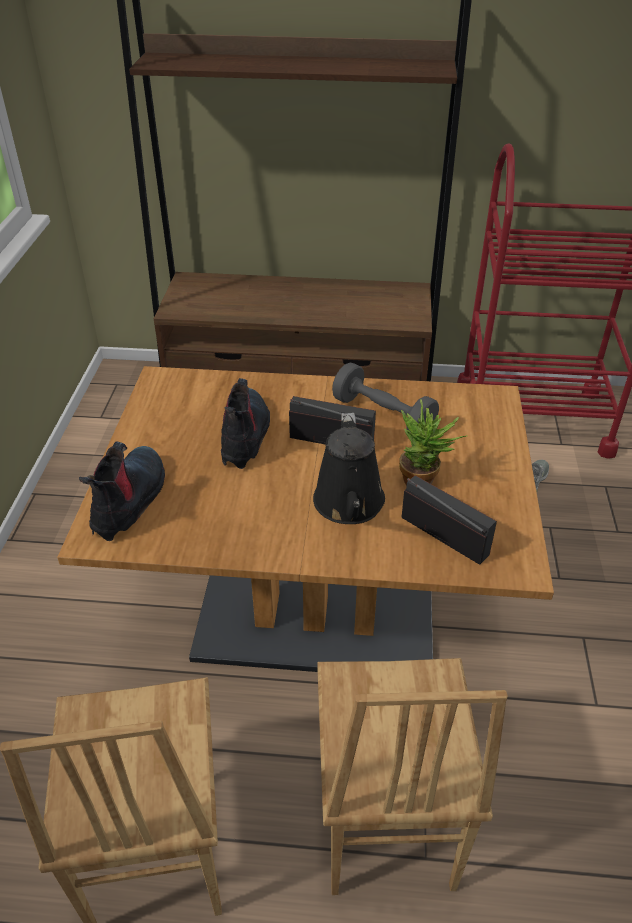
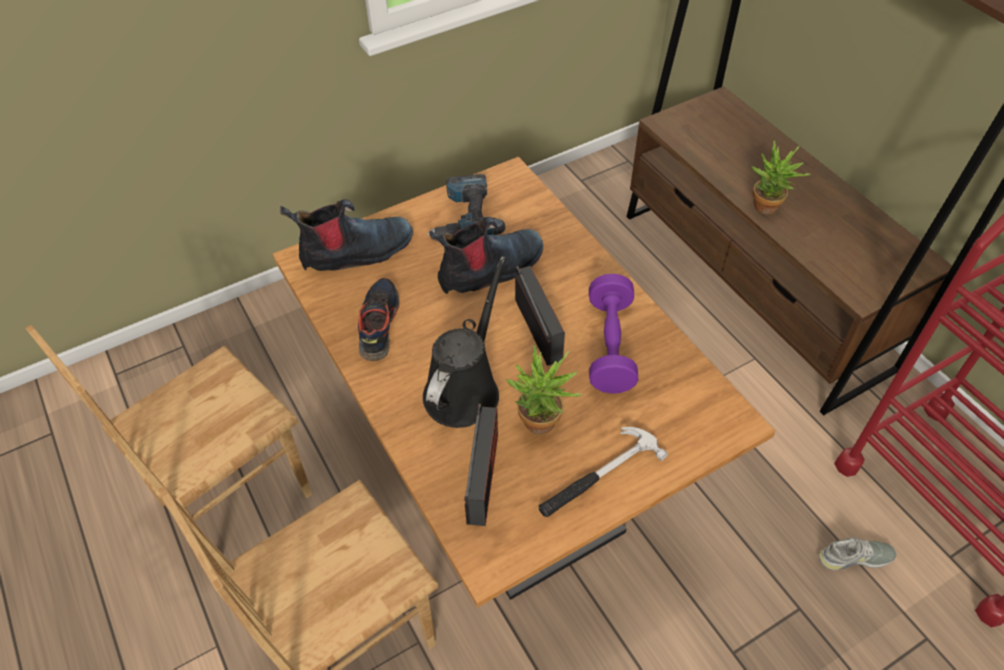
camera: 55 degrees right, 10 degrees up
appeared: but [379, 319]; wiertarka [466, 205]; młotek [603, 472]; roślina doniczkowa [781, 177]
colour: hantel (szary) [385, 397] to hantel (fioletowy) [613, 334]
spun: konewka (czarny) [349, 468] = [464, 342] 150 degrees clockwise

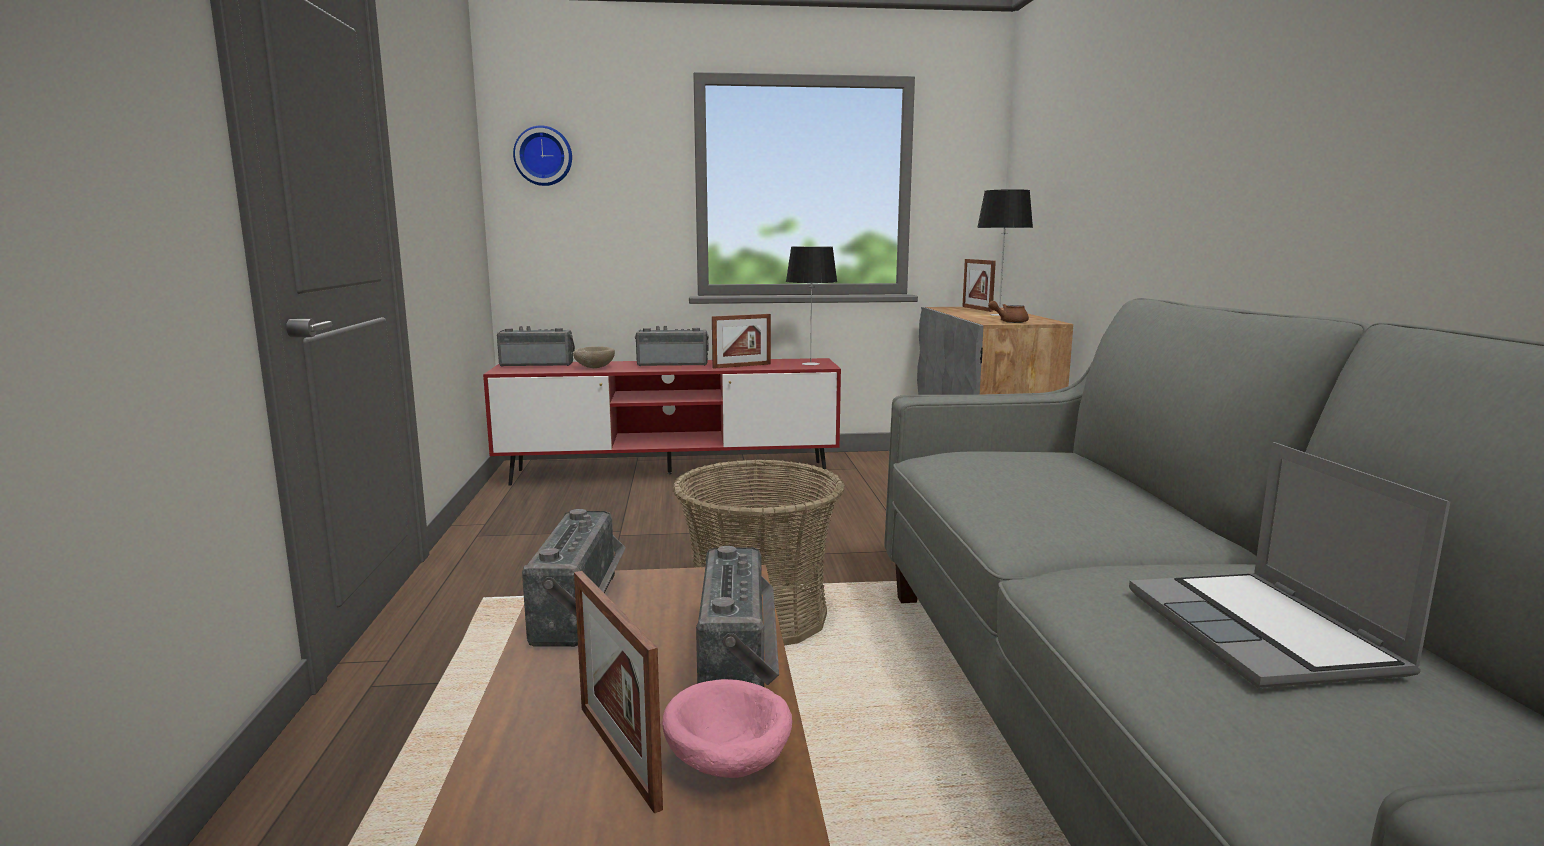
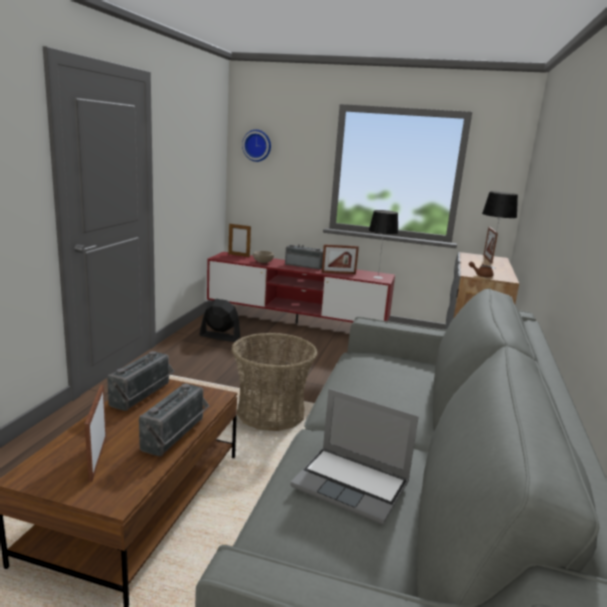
camera: 20 degrees right, 5 degrees up
missing: miska (różowy) [727, 728]
appeared: wentylator (czarny) [219, 320]
exchanged: radio [536, 346] to ramka na zdjęcie [239, 240]
spun: laptop [1289, 565] = [354, 456] 75 degrees counterclockwise

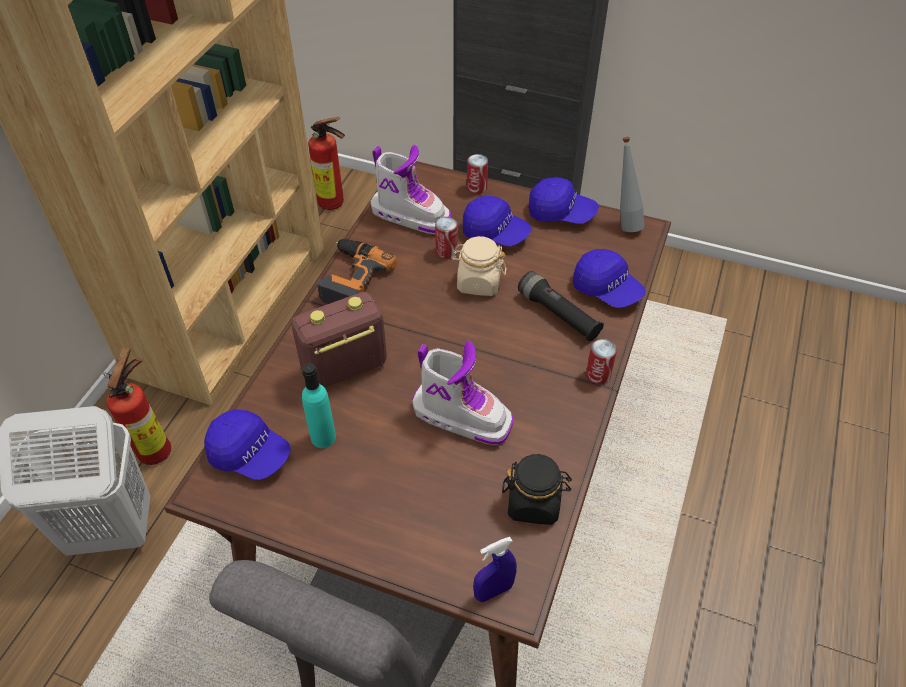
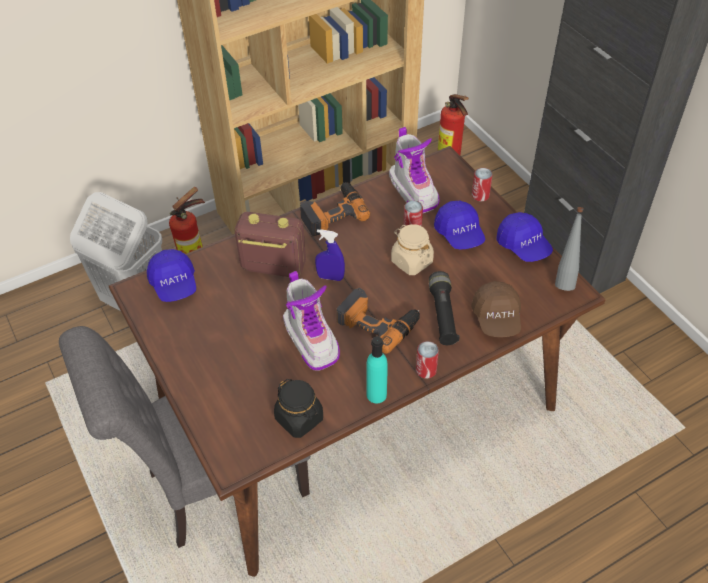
camera: 40 degrees right, 0 degrees up
appeared: wiertarka [378, 321]
relocated: butelka (turkusowy) [319, 405] to [377, 370]; spryskiwacz (niebieski) [495, 569] to [330, 255]
colour: czapka z daszkiem (niebieski) [609, 278] to czapka z daszkiem (brązowy) [496, 309]

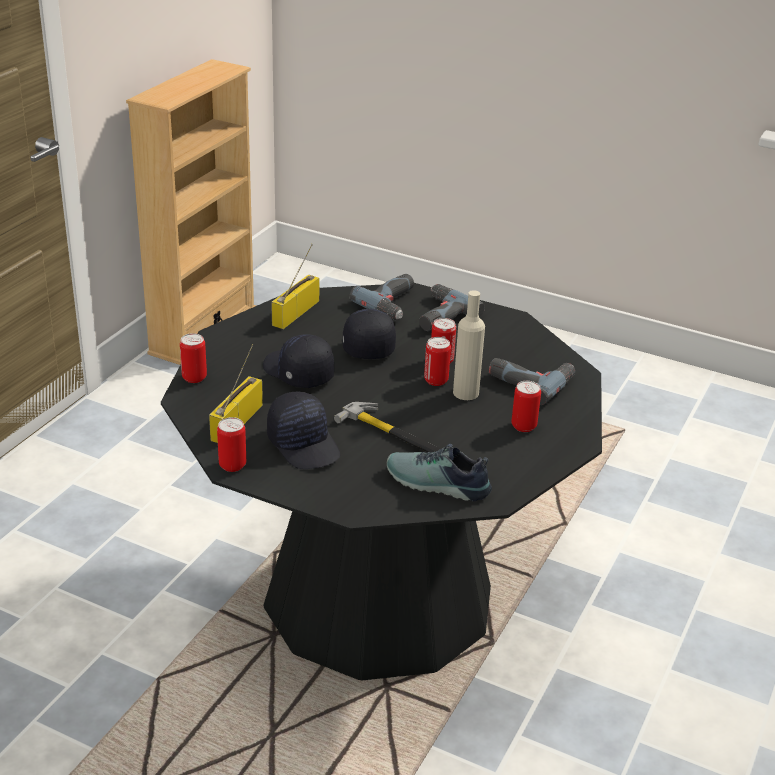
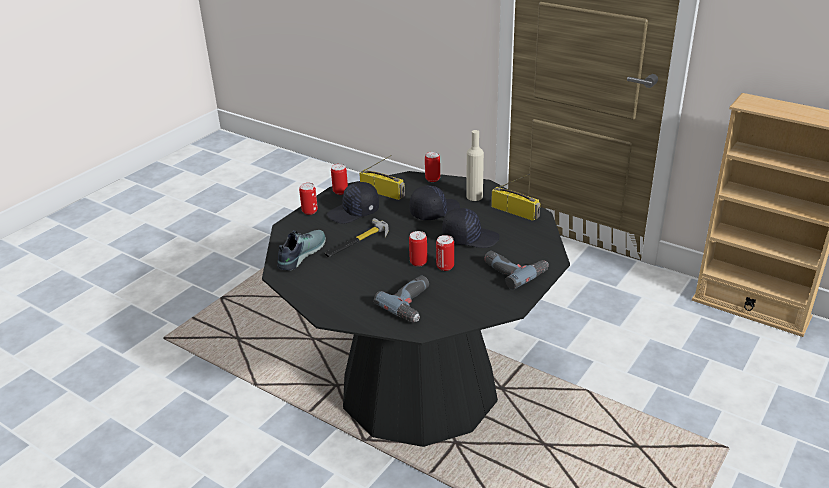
camera: 100 degrees right, 0 degrees up
missing: wiertarka [381, 297]
relocated: butelka (beżowy) [469, 345] to [475, 165]; puszka [526, 406] to [308, 199]

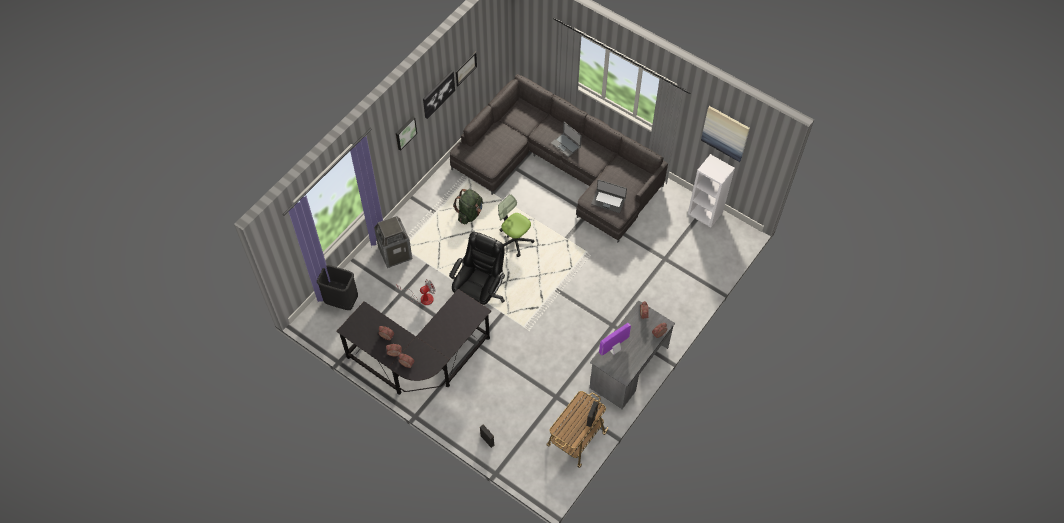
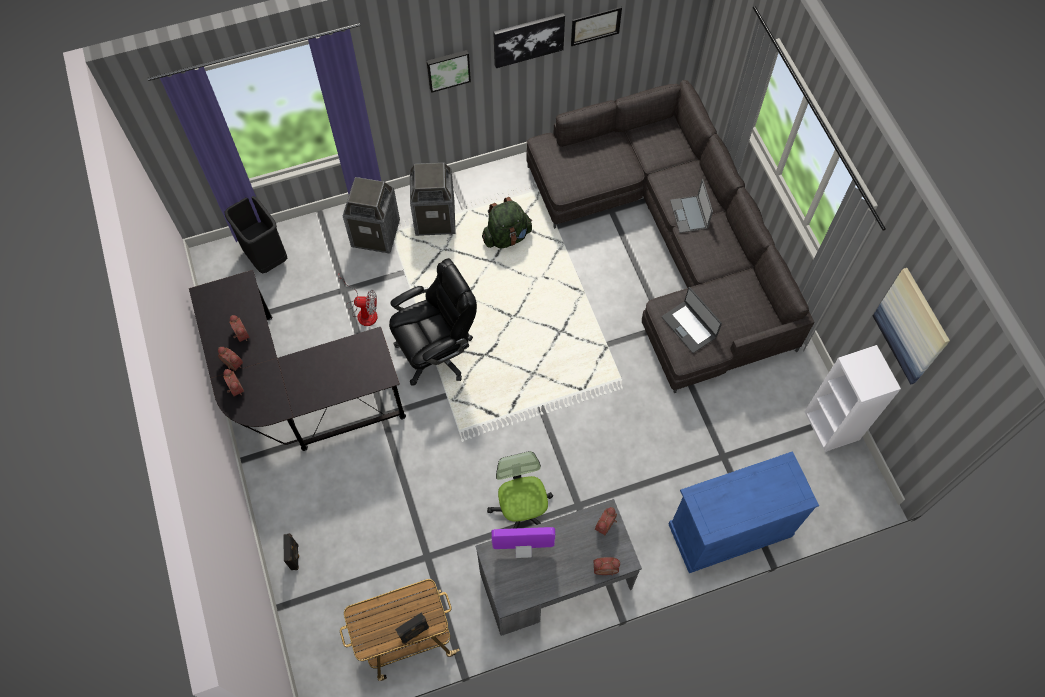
camera: 35 degrees right, 5 degrees up
appeared: kosz na śmieci [433, 199]; szafka (niebieski) [744, 512]
relocated: krzesło biurowe [516, 225] to [520, 490]

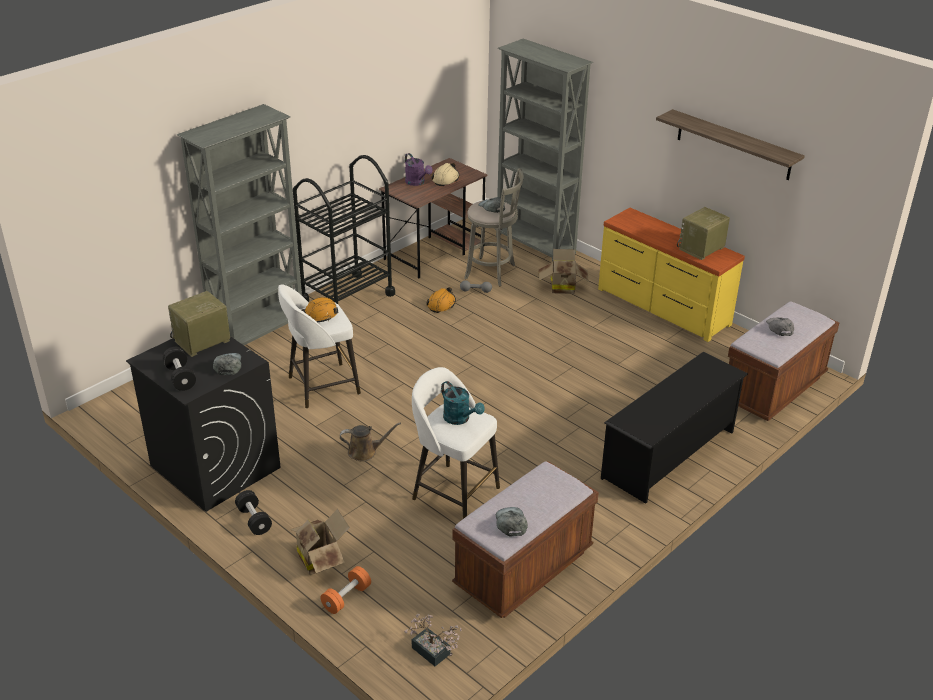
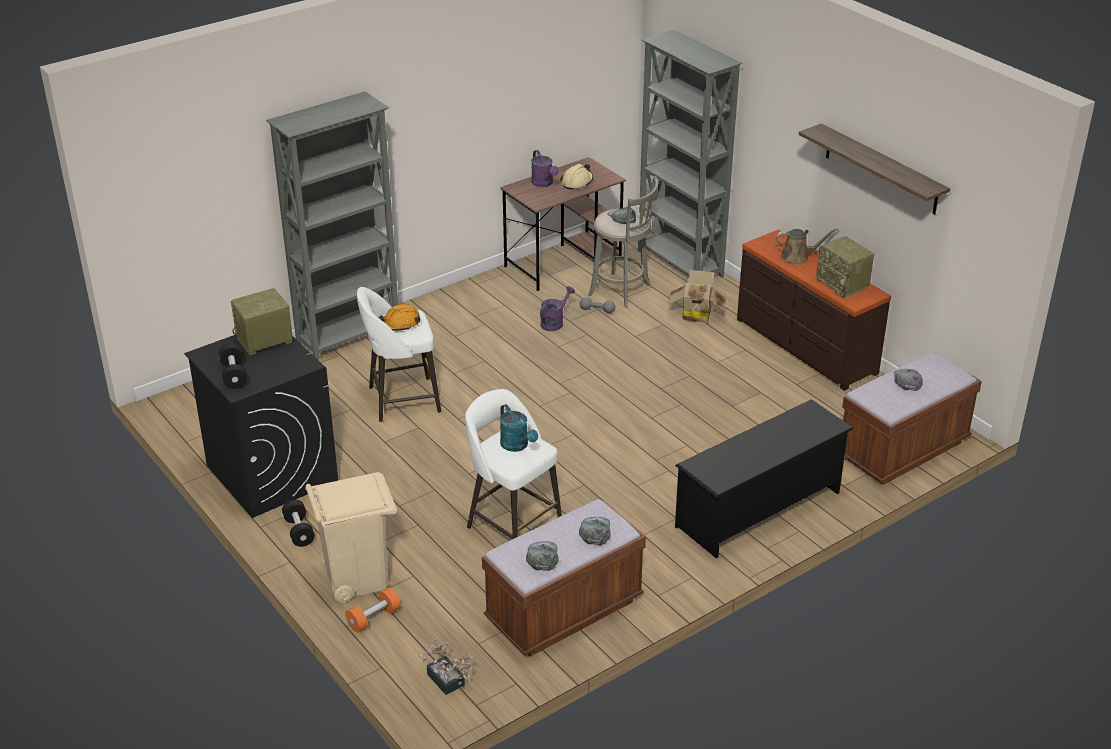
camera: 10 degrees right, 0 degrees up
missing: wózek (czarny) [344, 229]
relocated: czapka z daszkiem (szary) [227, 364] to [595, 531]; konewka (brązowy) [370, 442] to [807, 247]
exchanged: karton [320, 542] to kosz na śmieci (beżowy) [351, 537]; kask (pomarańczowy) [441, 300] to konewka (fioletowy) [557, 308]
colour: komoda (żółty) [671, 275] to komoda (brązowy) [814, 310]
spun: radio [703, 233] = [845, 267] 90 degrees counterclockwise

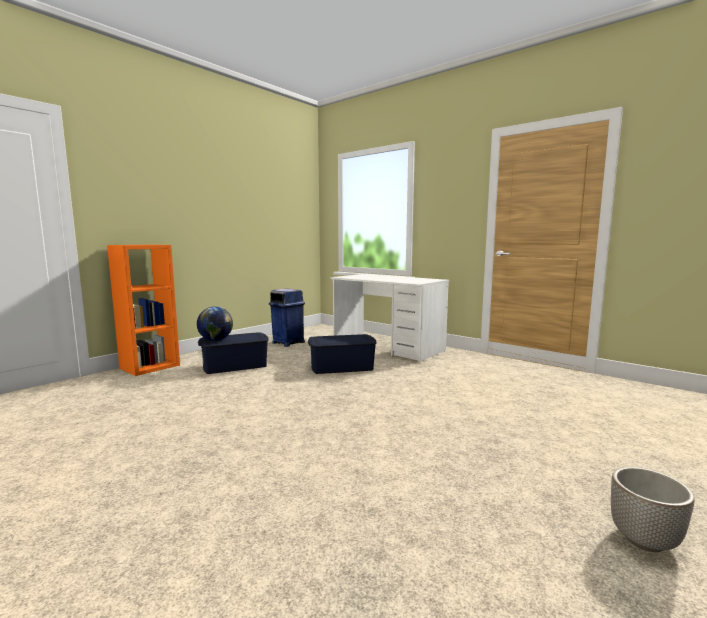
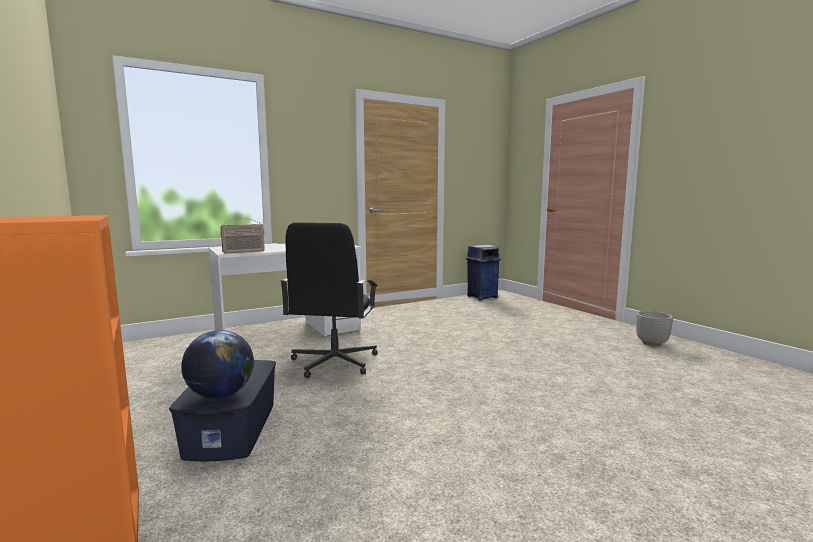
camera: 70 degrees left, 0 degrees up
appeared: radio [242, 236]
relocated: kosz na śmieci (niebieski) [287, 318] to [483, 273]
exchanged: pojemnik do przechowywania (niebieski) [342, 354] to krzesło biurowe (czarny) [329, 300]

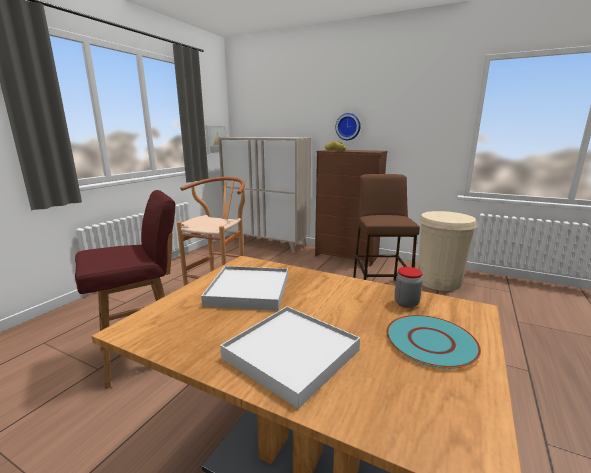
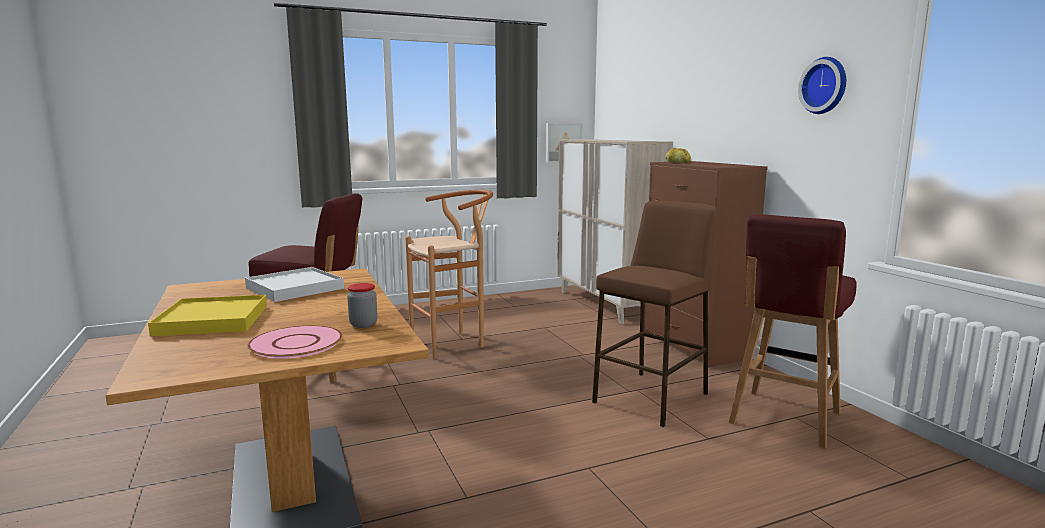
camera: 40 degrees right, 5 degrees down
relocated: zegar ścienny [348, 126] to [822, 85]
exchanged: kosz na śmieci (beżowy) [447, 251] to stołek (czerwony) [792, 331]
colour: taca (biały) [290, 357] to taca (żółty) [207, 316]; talerz (turkusowy) [433, 342] to talerz (różowy) [295, 342]

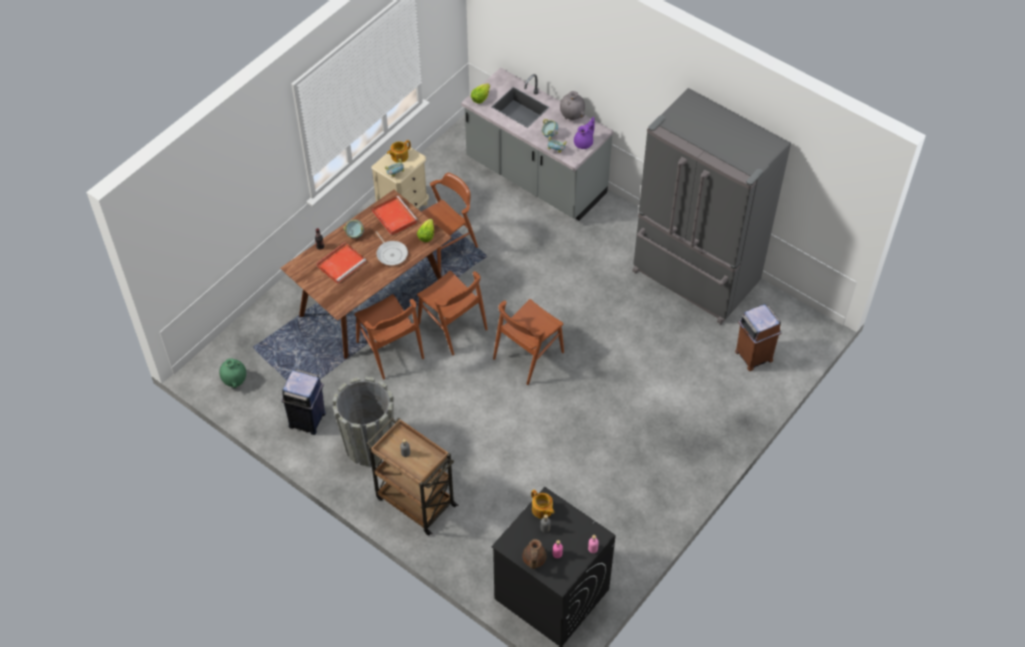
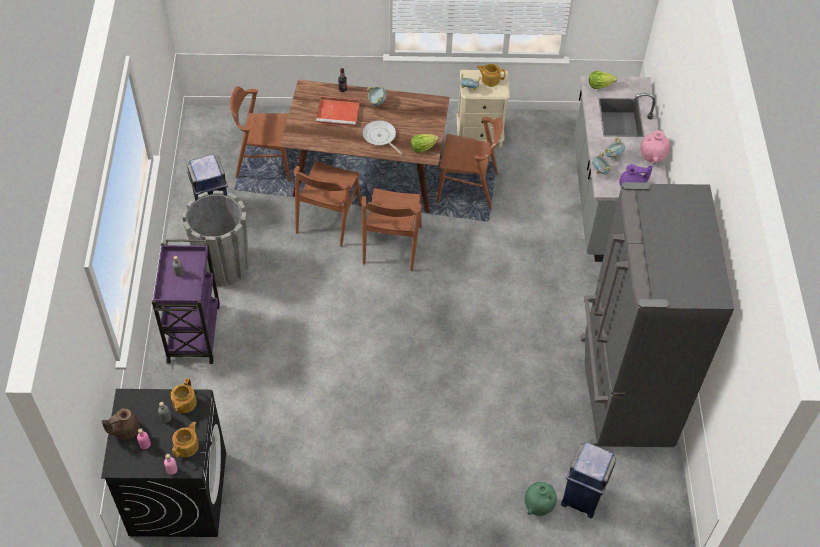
camera: 50 degrees right, 0 degrees up
missing: taca (czerwony) [395, 216]
appeared: imbryk [185, 439]
relocated: wazon (zielony) [232, 373] to [541, 499]; krzesło (brązowy) [528, 342] to [260, 133]
colour: wózek (brązowy) [412, 476] to wózek (fioletowy) [186, 301]; wazon (szary) [572, 105] to wazon (różowy) [655, 147]; kosz na śmieci (brązowy) [758, 337] to kosz na śmieci (niebieski) [588, 480]
spun: patelnia [392, 248] = [383, 137] 120 degrees clockwise

